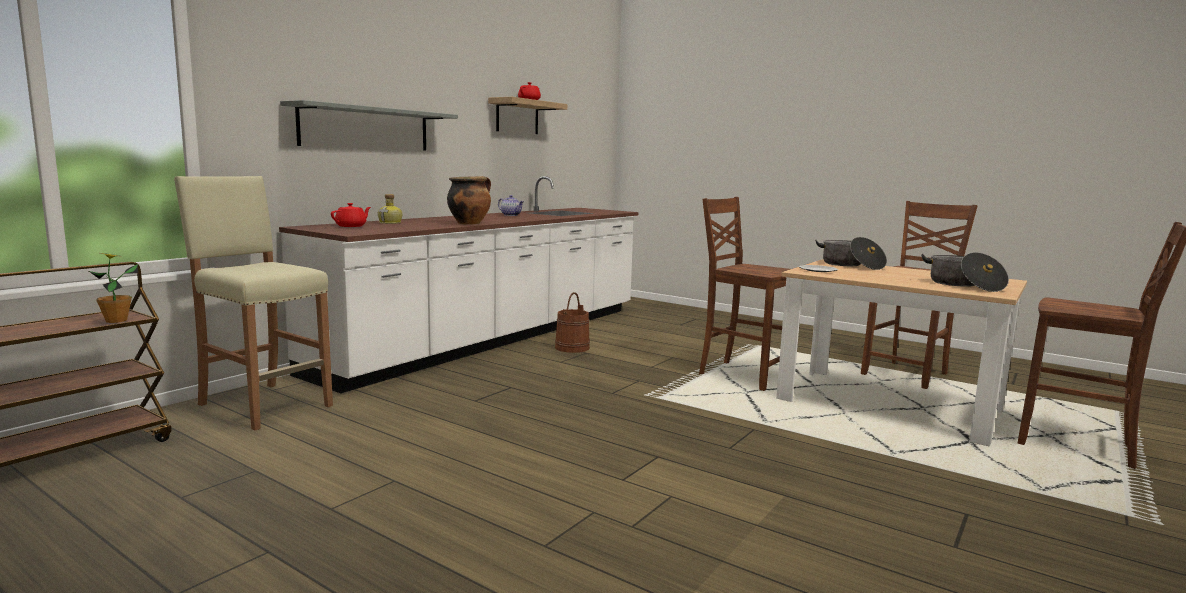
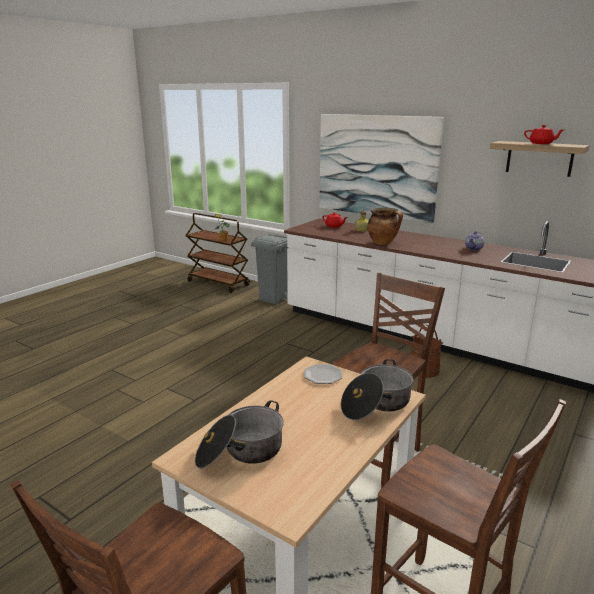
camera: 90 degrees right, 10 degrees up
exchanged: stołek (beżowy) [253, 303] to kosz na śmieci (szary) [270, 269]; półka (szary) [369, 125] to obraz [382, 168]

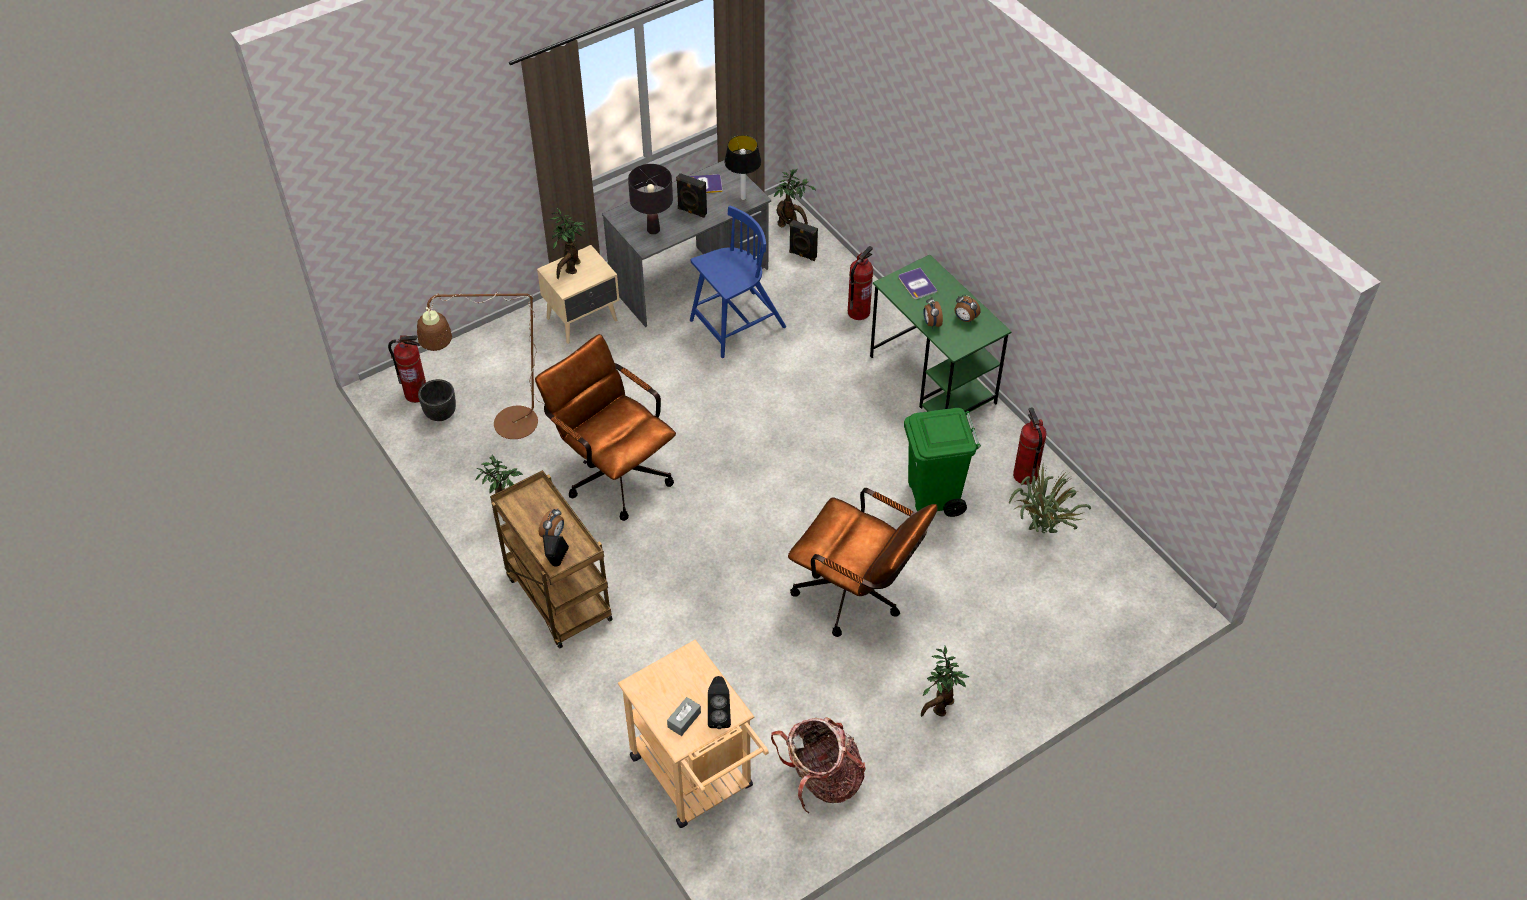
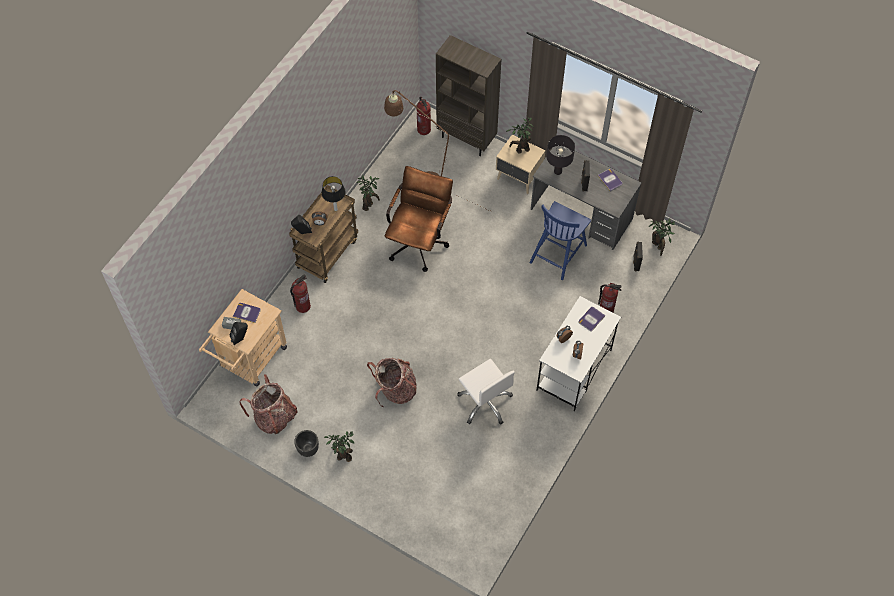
camera: 65 degrees right, 10 degrees up
missing: roślina doniczkowa [1050, 497]
appeared: książka [247, 313]; regał (brązowy) [468, 95]
relocated: donica (czarny) [437, 400] to [306, 443]; lampa stołowa [743, 167] to [333, 193]; gaśnica [1030, 446] to [300, 293]
exchanged: krzesło biurowe (brązowy) [863, 562] to plecak [392, 382]; kosz na śmieci (zielony) [942, 462] to krzesło biurowe (biały) [486, 392]
colour: biurko (zielony) [941, 334] to biurko (biały) [578, 353]
spun: krzesło (niebieski) [738, 282] = [560, 240] 90 degrees clockwise

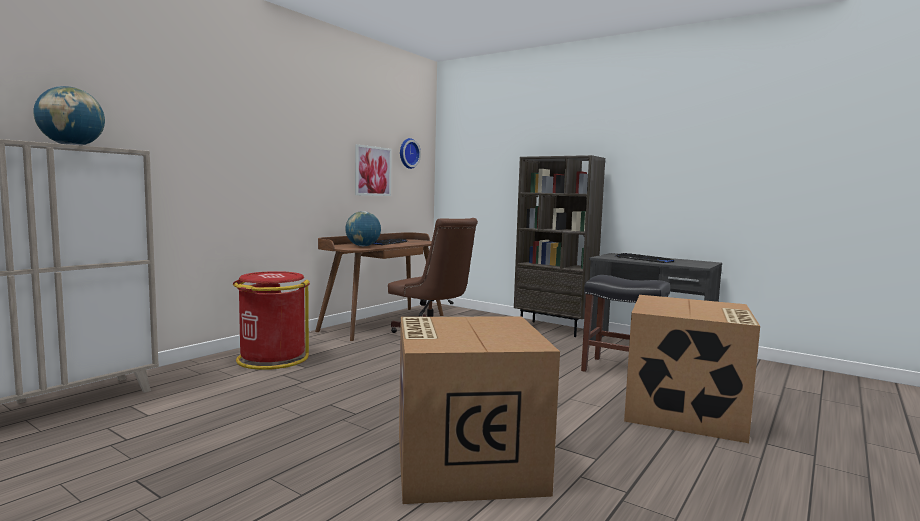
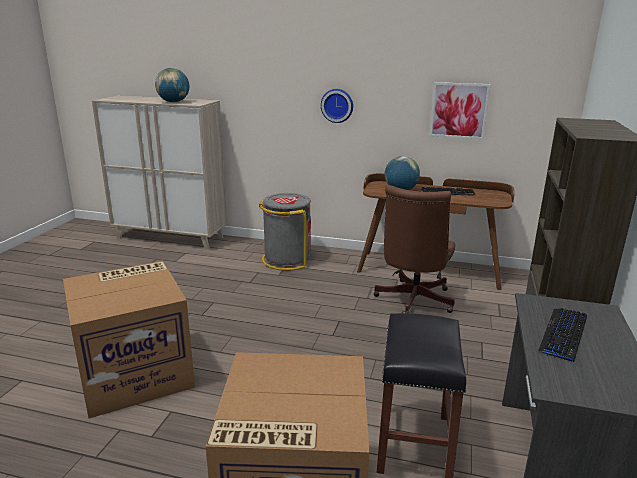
camera: 70 degrees right, 15 degrees up
relocated: zegar ścienny [410, 153] to [337, 106]
colour: kosz na śmieci (czerwony) [271, 320] to kosz na śmieci (szary) [285, 232]

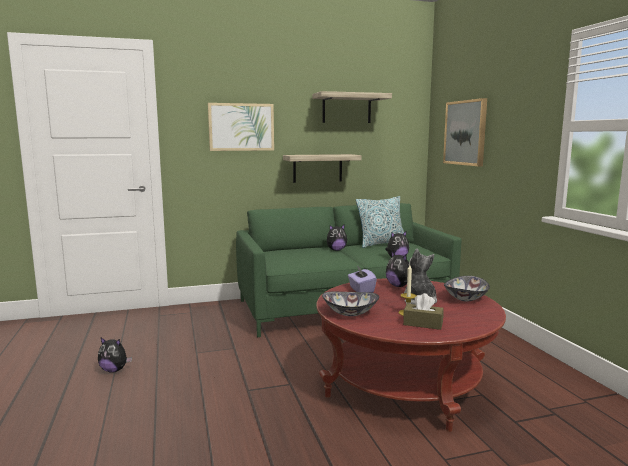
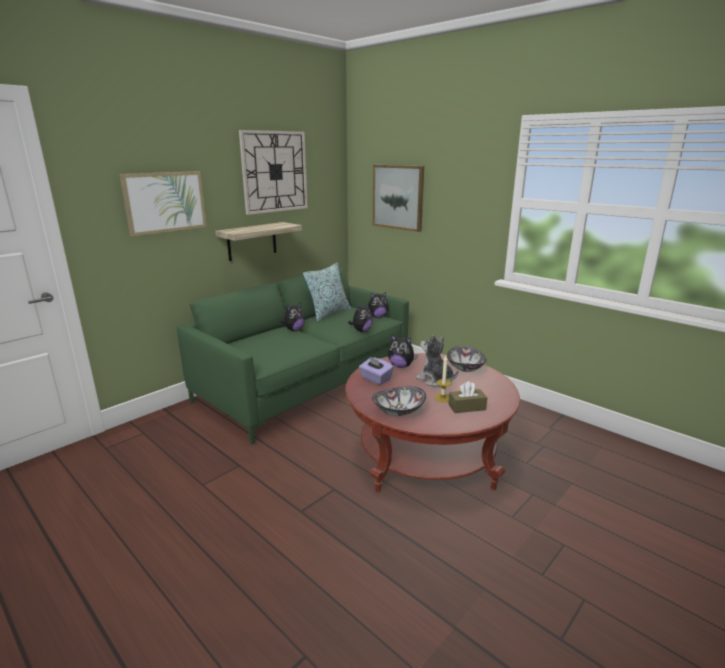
camera: 30 degrees left, 10 degrees up
relocated: pluszak [115, 355] to [378, 305]
exchanged: półka [352, 107] to zegar ścienny [273, 172]

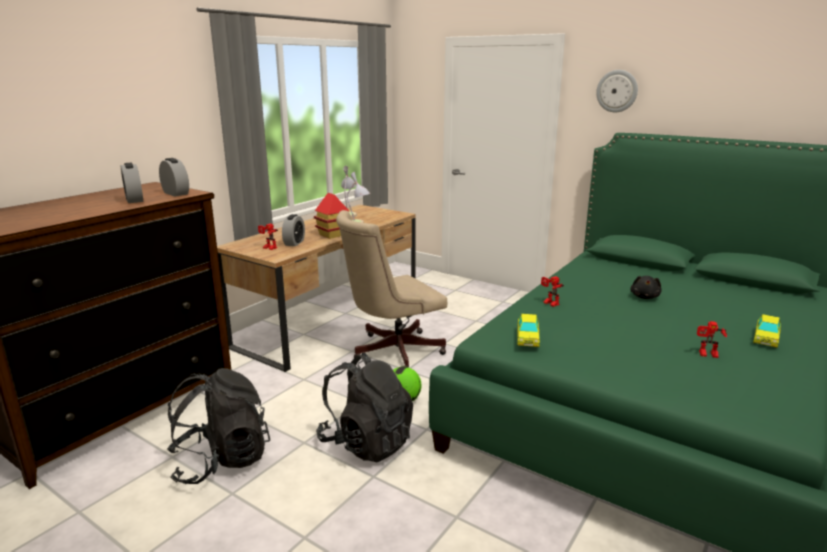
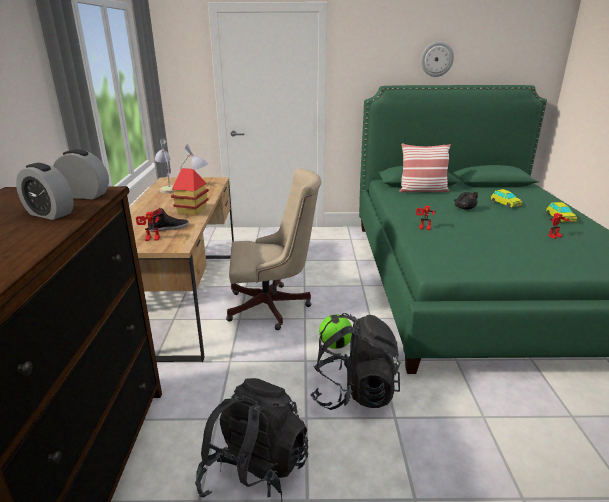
camera: 35 degrees left, 5 degrees up
appeared: poduszka [425, 167]
relocated: samochodzik [528, 330] to [506, 198]; zegar ścienny [617, 91] to [437, 59]
exchanged: budzik [293, 230] to but (czarny) [168, 220]
spun: krzesło biurowe (beżowy) [391, 288] = [273, 249] 120 degrees counterclockwise

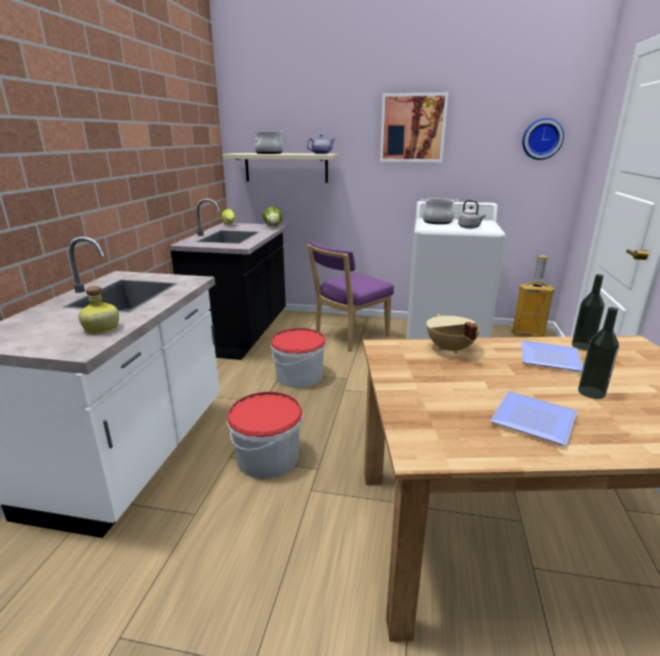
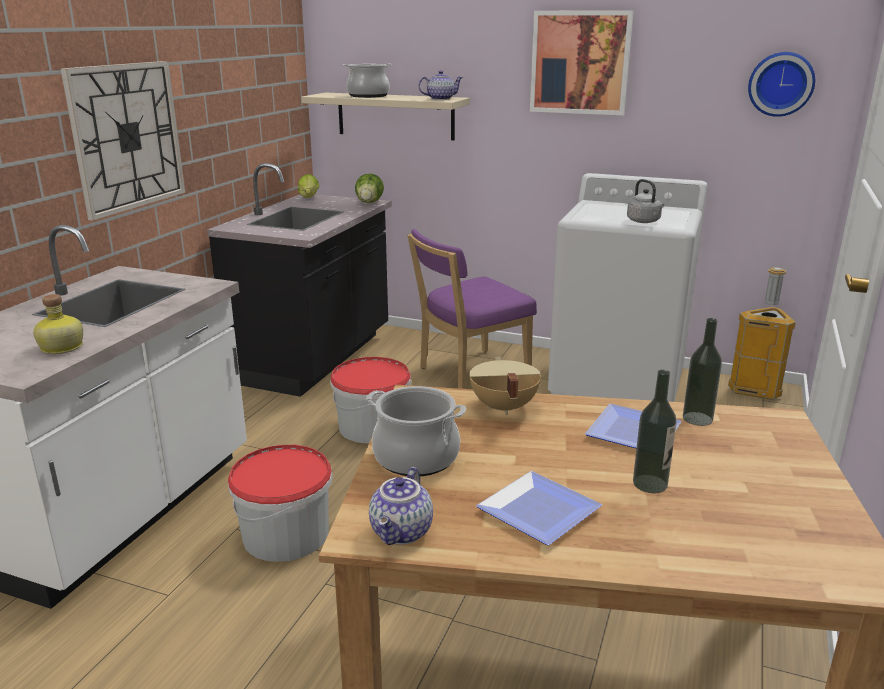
camera: 10 degrees right, 0 degrees up
appeared: zegar ścienny [123, 141]; imbryk [401, 506]
relocated: garnek [440, 211] to [416, 431]

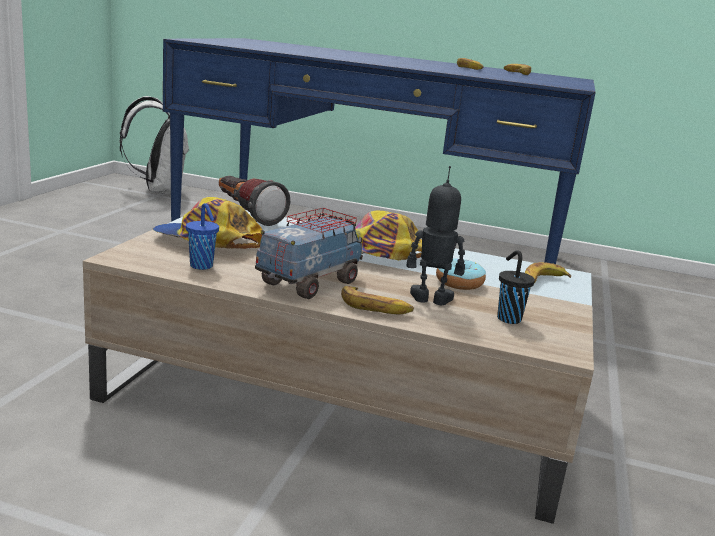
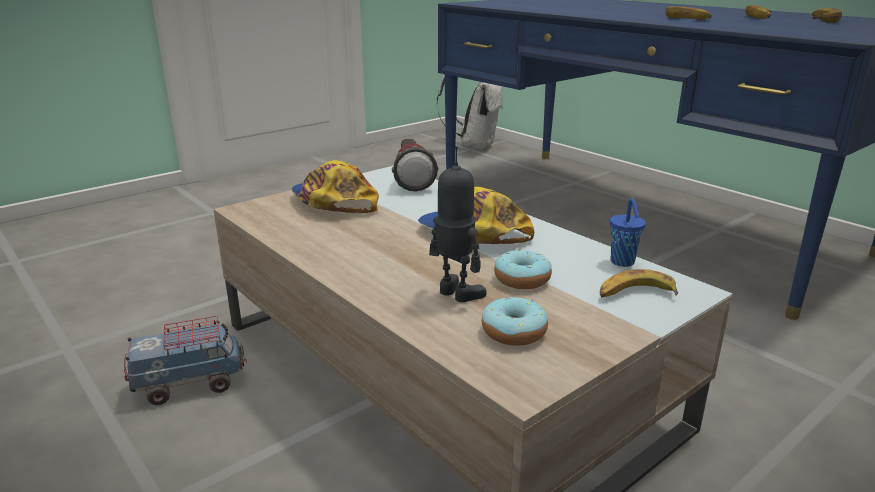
camera: 35 degrees right, 5 degrees up
relocated: filiżanka (niebieski) [202, 236] to [628, 232]; ciężarówka zabawkowa [309, 253] to [185, 360]; banan [377, 300] to [688, 13]
exchanged: filiżanka (czarny) [516, 287] to donut [515, 321]

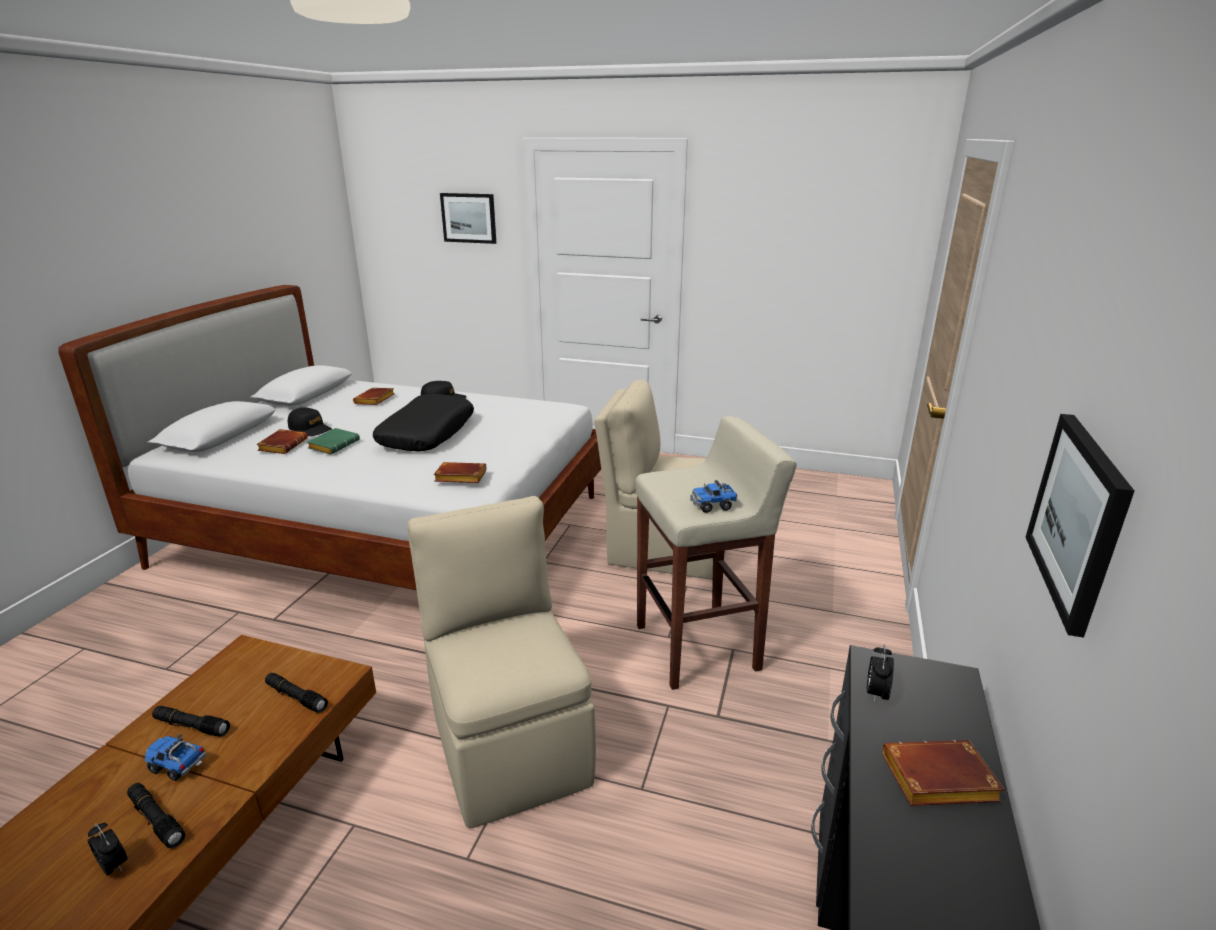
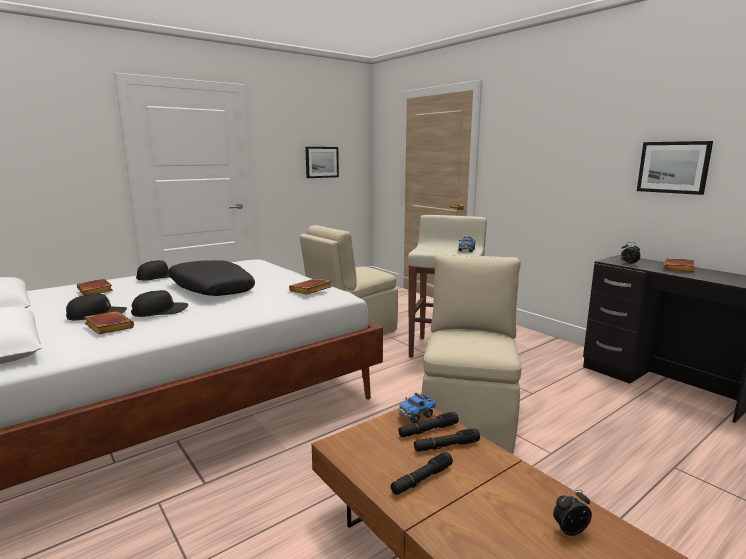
camera: 55 degrees left, 10 degrees down
relocated: latarka (czarny) [156, 815] to [447, 440]; ciężarówka zabawkowa [175, 757] to [417, 408]; obraz [468, 218] to [322, 162]
exchanged: książka (zielony) [333, 441] to czapka z daszkiem (czarny) [159, 303]
spun: krzesło (beżowy) [501, 662] = [472, 354] 90 degrees clockwise

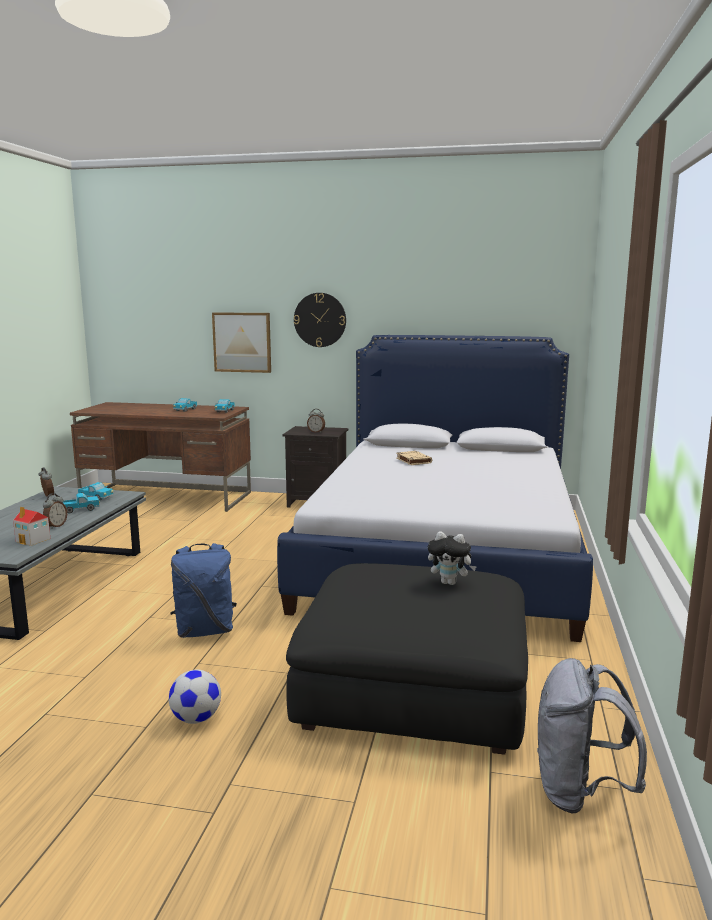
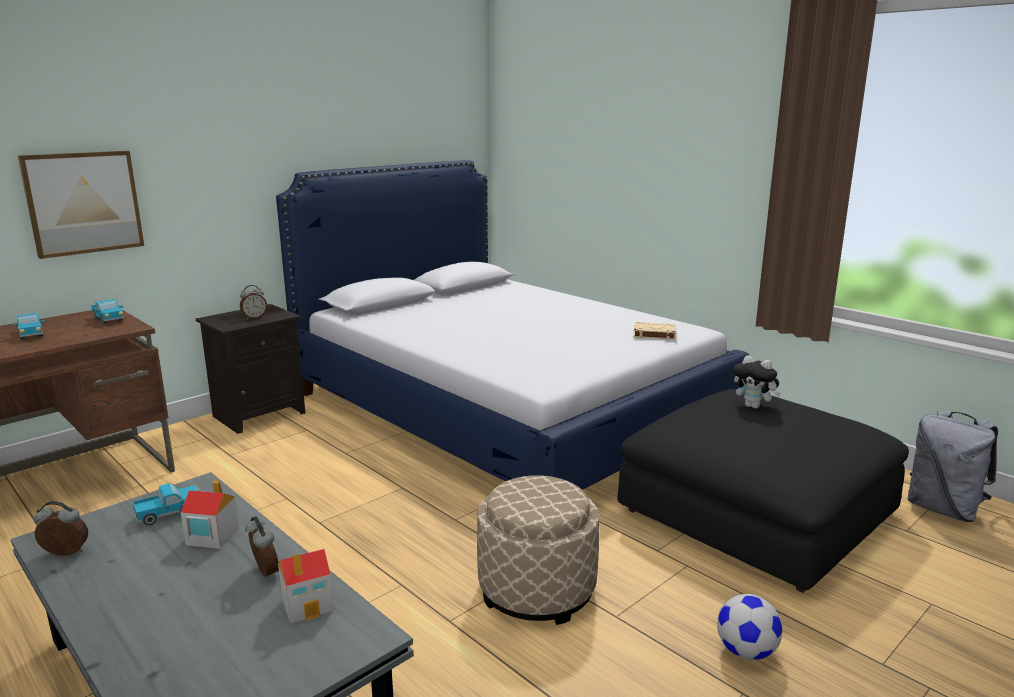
camera: 55 degrees left, 5 degrees up
missing: zegar ścienny [320, 320]
relocated: książka (beżowy) [414, 458] to [654, 331]
exchanged: ciężarówka zabawkowa [81, 503] to domek [210, 515]; plecak (niebieski) [203, 590] to pufa (beżowy) [538, 550]
spun: pluszak [452, 558] = [757, 382] 75 degrees clockwise

